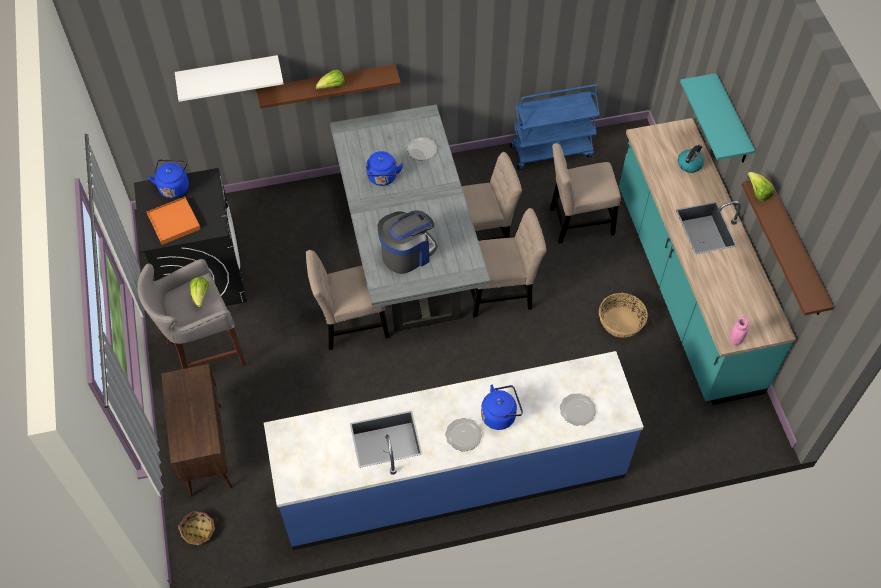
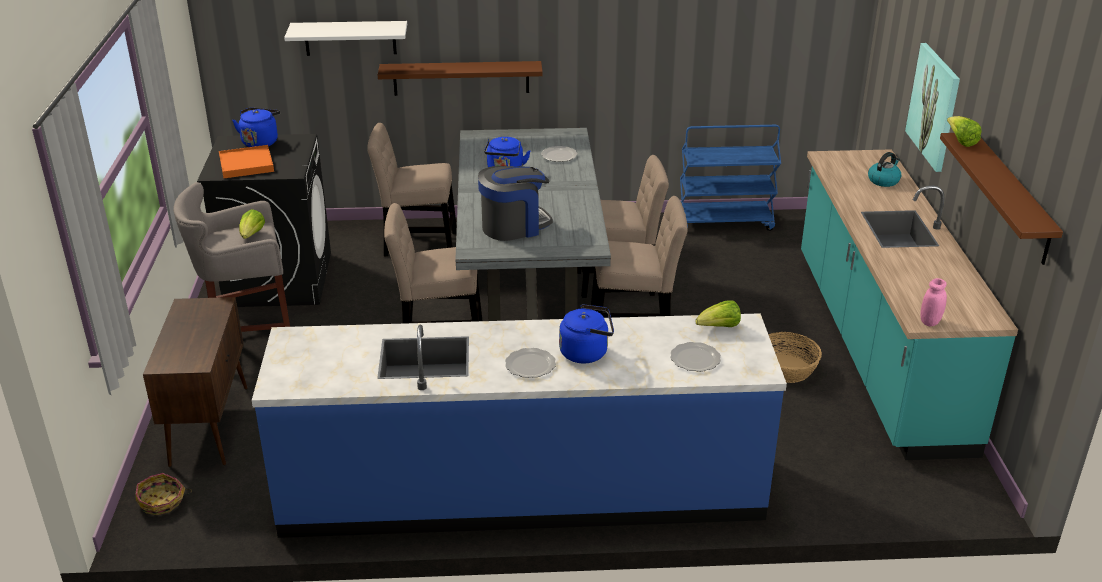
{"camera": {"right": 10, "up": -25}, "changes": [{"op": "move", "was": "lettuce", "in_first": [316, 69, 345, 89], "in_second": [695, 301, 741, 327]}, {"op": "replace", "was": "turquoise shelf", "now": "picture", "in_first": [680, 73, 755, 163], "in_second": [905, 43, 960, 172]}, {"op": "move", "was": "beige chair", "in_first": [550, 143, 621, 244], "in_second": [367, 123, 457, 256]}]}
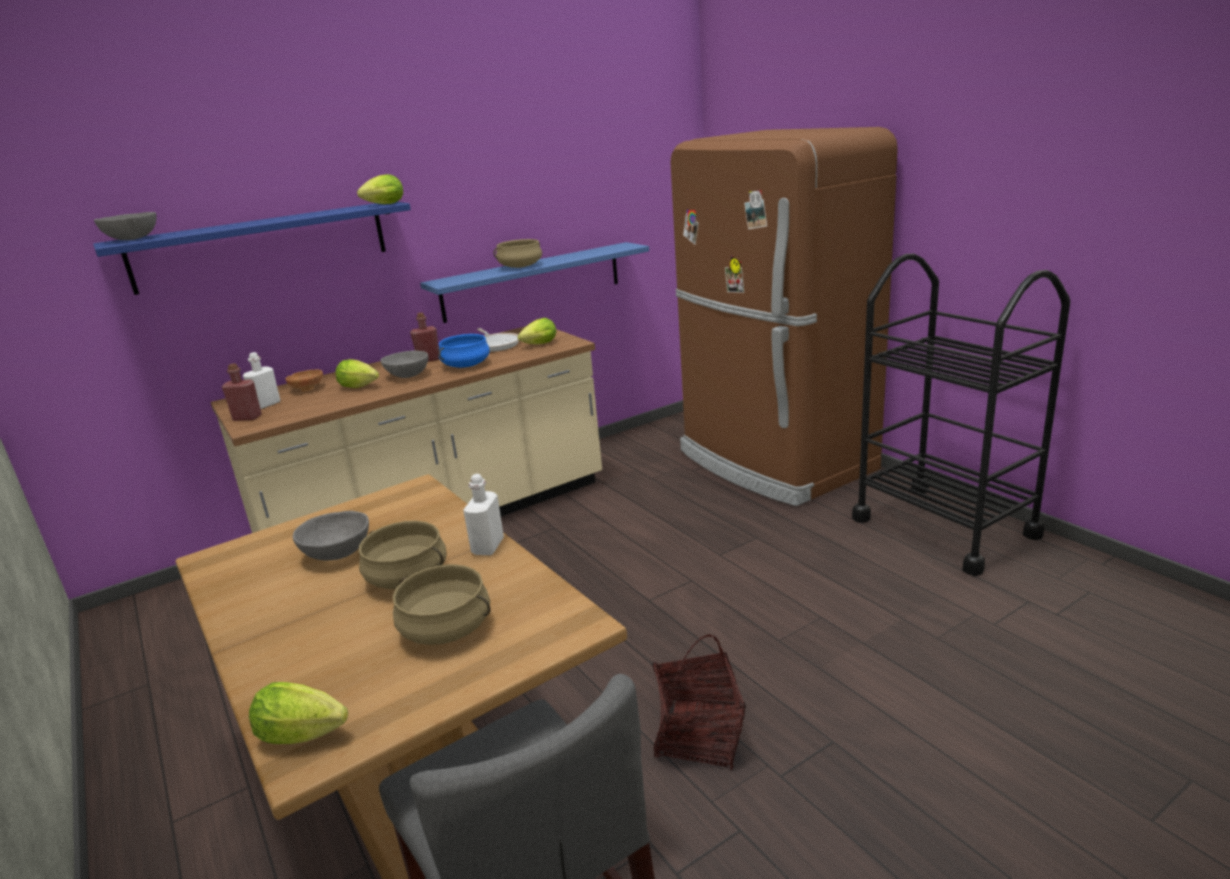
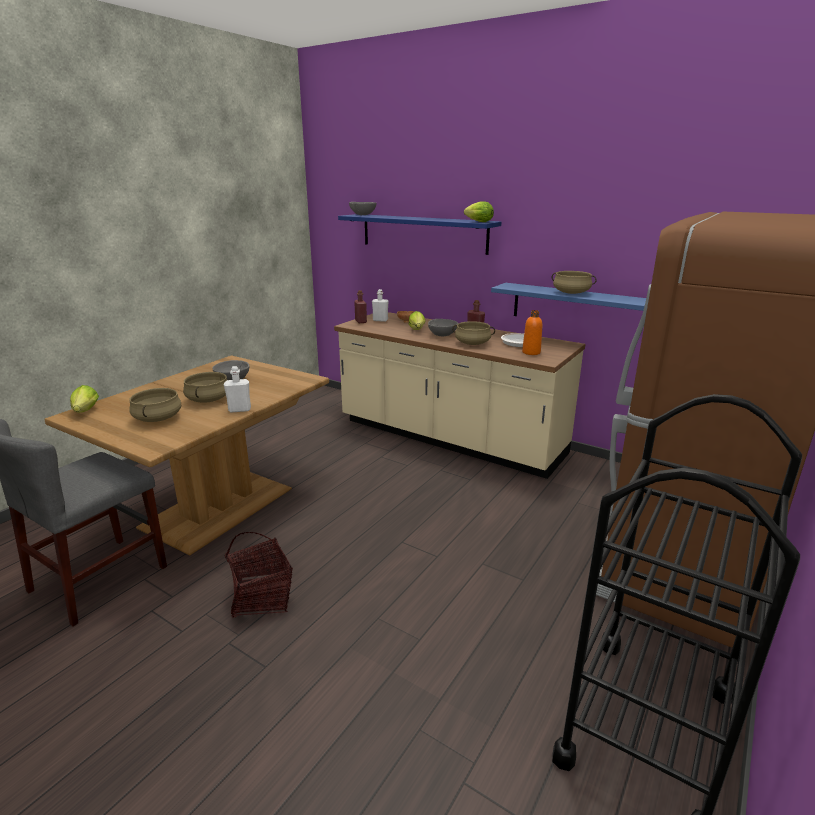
{"camera": {"right": 65, "up": 0}, "changes": [{"op": "replace", "was": "lettuce", "now": "orange bottle", "in_first": [518, 318, 556, 344], "in_second": [522, 310, 542, 355]}, {"op": "recolor", "was": "blue cooking pot", "now": "beige cooking pot", "in_first": [439, 334, 490, 368], "in_second": [452, 321, 495, 345]}]}
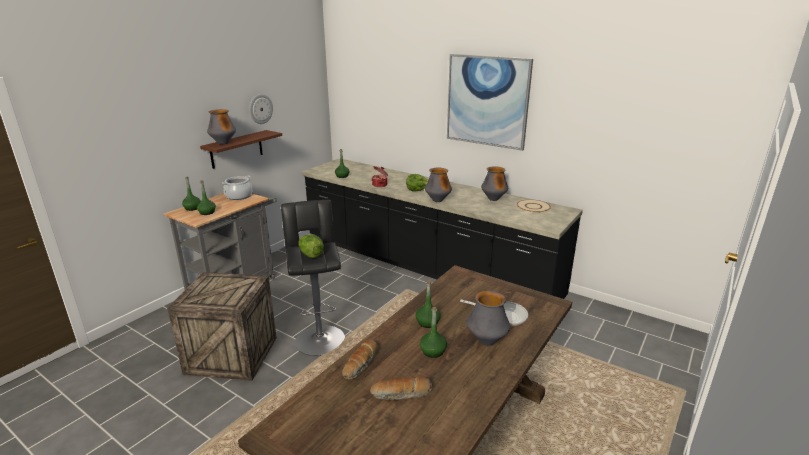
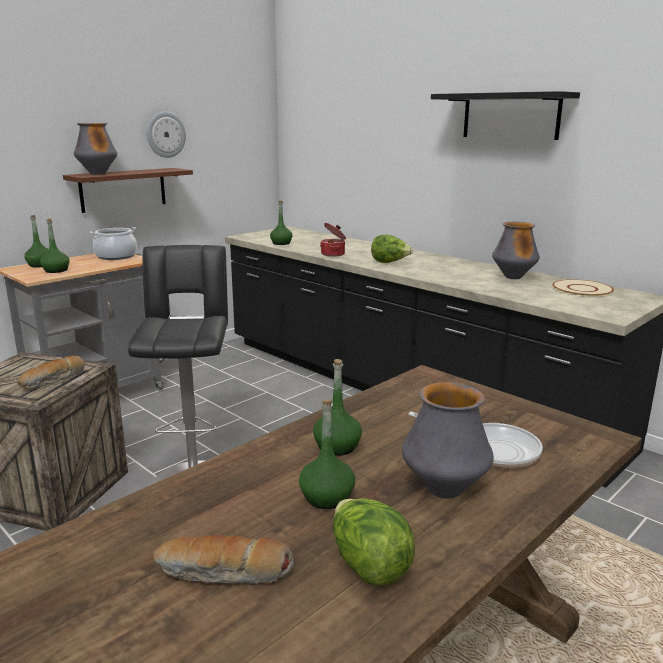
{"camera": {"right": 10, "up": -5}, "changes": [{"op": "replace", "was": "picture", "now": "black shelf", "in_first": [447, 54, 533, 151], "in_second": [431, 91, 580, 140]}, {"op": "delete", "was": "vase", "in_first": [425, 168, 452, 202]}, {"op": "move", "was": "lettuce", "in_first": [298, 234, 324, 258], "in_second": [333, 499, 415, 586]}, {"op": "move", "was": "bread", "in_first": [342, 339, 378, 379], "in_second": [18, 356, 85, 390]}]}
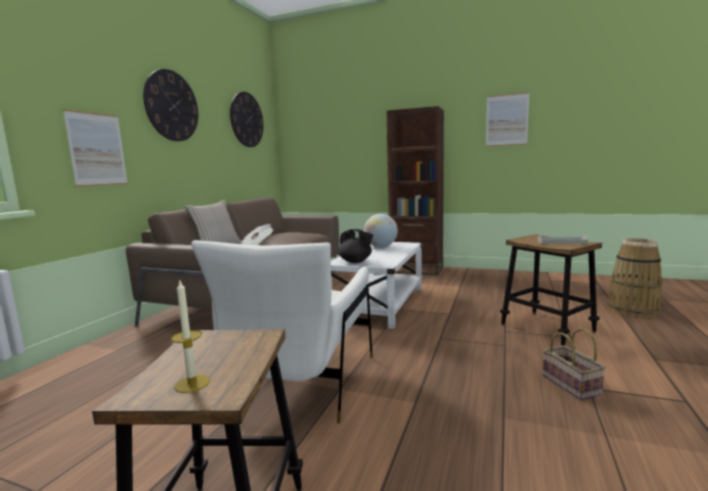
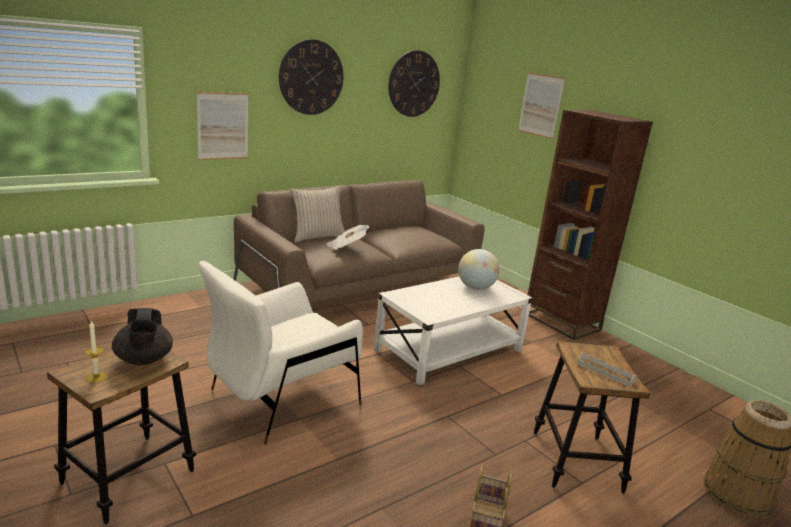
{"camera": {"right": 30, "up": 10}, "changes": [{"op": "move", "was": "picture", "in_first": [486, 92, 530, 147], "in_second": [518, 73, 565, 139]}, {"op": "move", "was": "black teapot", "in_first": [338, 229, 373, 263], "in_second": [112, 308, 173, 365]}]}
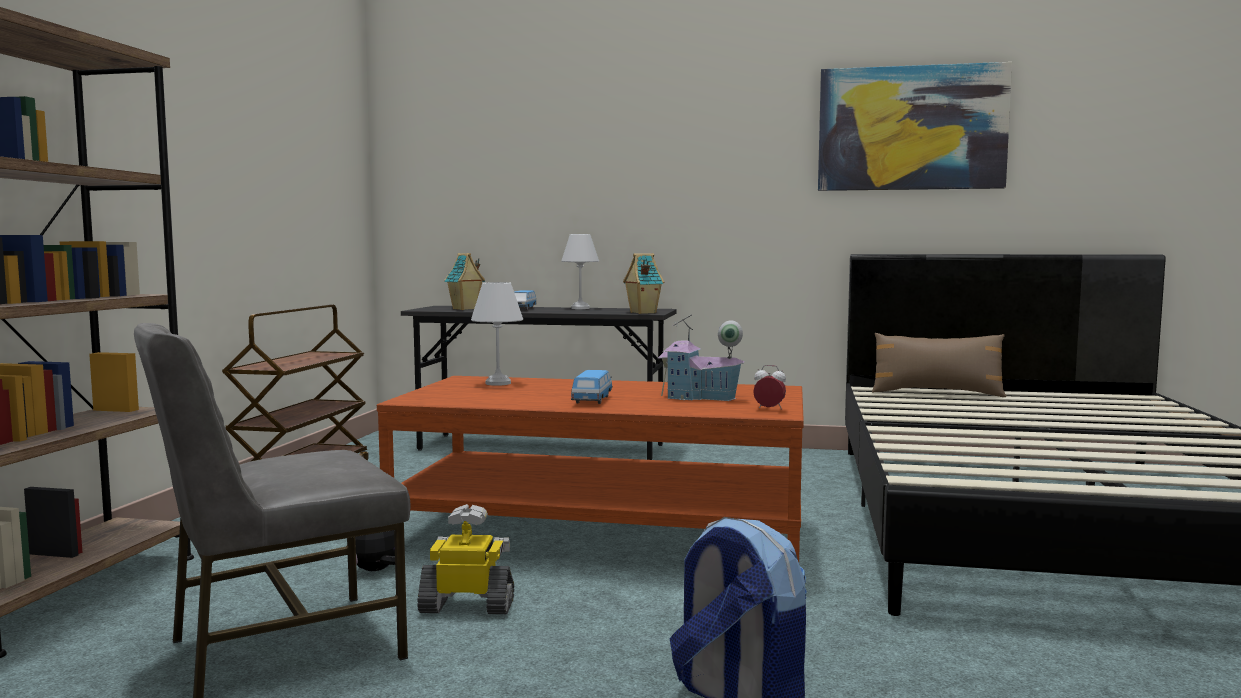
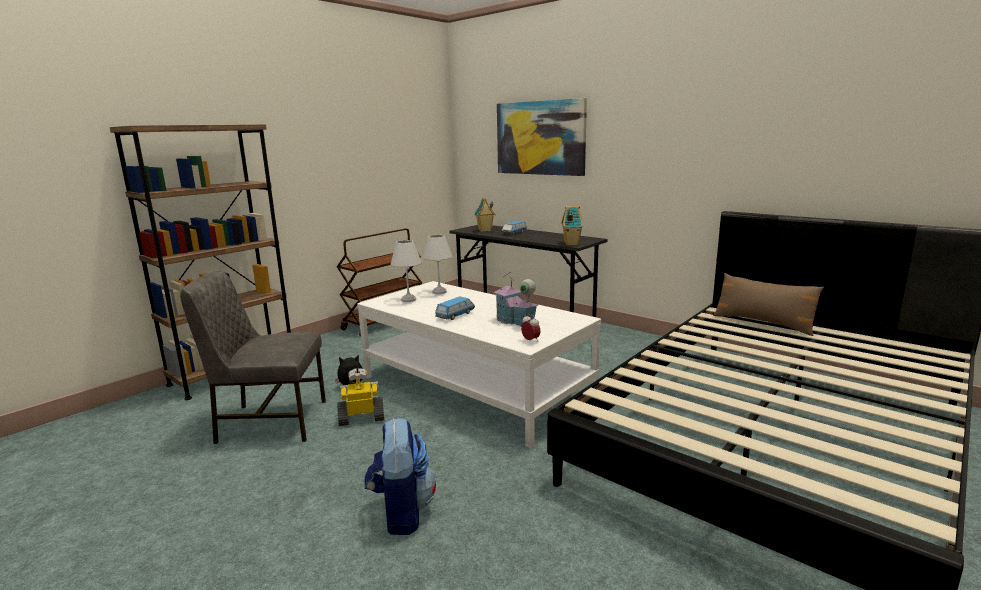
{"camera": {"right": 30, "up": 10}, "changes": [{"op": "move", "was": "picture", "in_first": [818, 62, 1012, 191], "in_second": [497, 98, 587, 176]}, {"op": "move", "was": "white table lamp", "in_first": [561, 234, 599, 309], "in_second": [391, 240, 422, 302]}, {"op": "recolor", "was": "brown coffee table", "now": "white coffee table", "in_first": [377, 376, 804, 562], "in_second": [357, 281, 601, 449]}, {"op": "rotate", "was": "toy robot", "in_first": [417, 504, 514, 614], "in_second": [337, 368, 384, 426], "clockwise": -45}]}
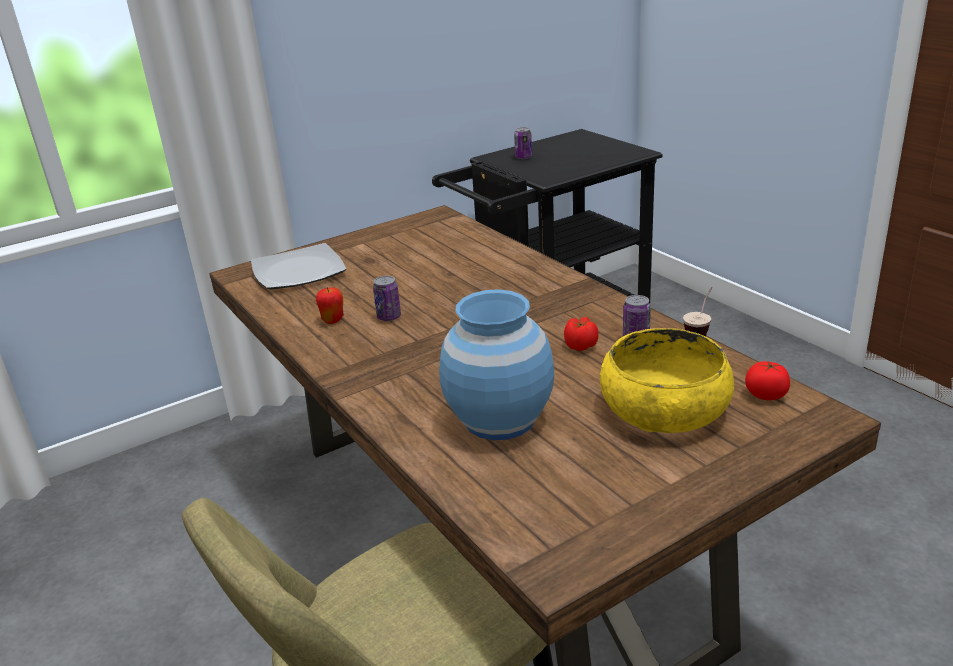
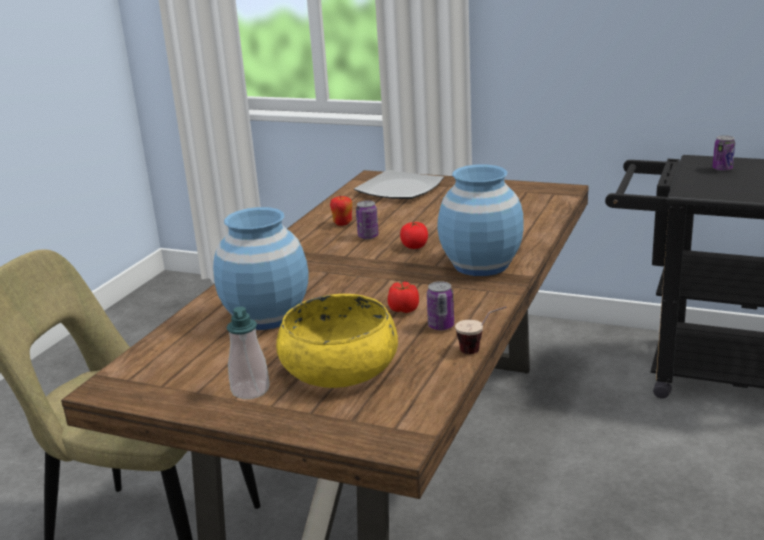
{"camera": {"right": 55, "up": -5}, "changes": [{"op": "move", "was": "tomato", "in_first": [745, 361, 790, 400], "in_second": [400, 222, 428, 249]}, {"op": "insert", "now": "blue vase", "in_second": [438, 164, 524, 276]}, {"op": "insert", "now": "soap dispenser", "in_second": [227, 307, 270, 399]}]}
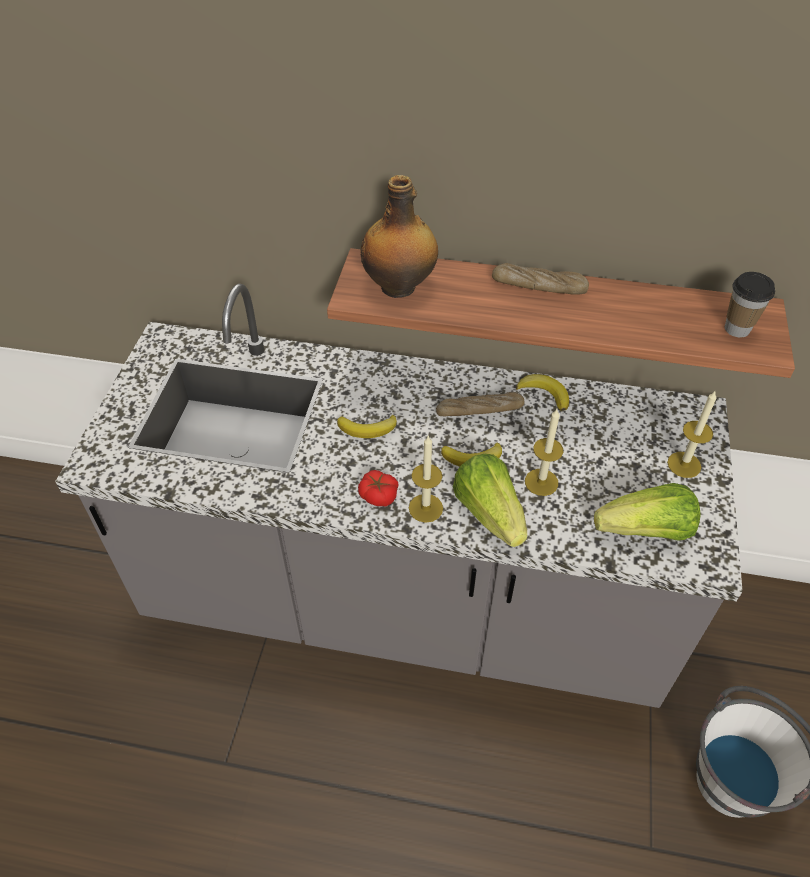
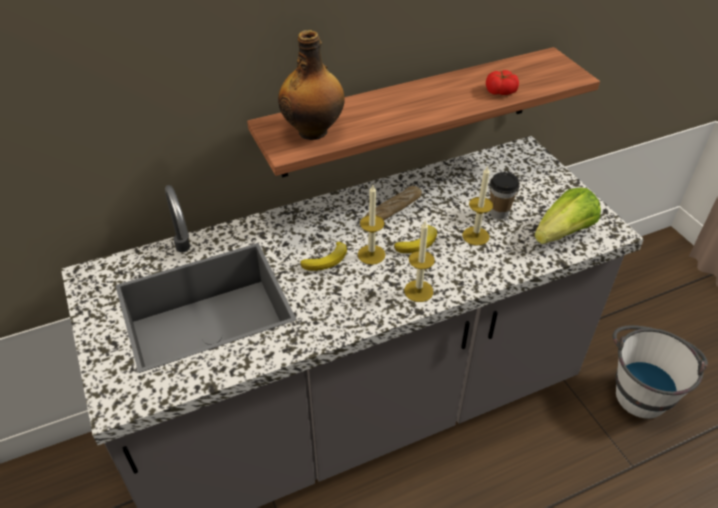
{"camera": {"right": -35, "up": -5}, "changes": [{"op": "delete", "was": "bread", "in_first": [492, 263, 589, 295]}, {"op": "move", "was": "cup", "in_first": [725, 272, 775, 337], "in_second": [490, 172, 519, 219]}, {"op": "delete", "was": "banana", "in_first": [516, 374, 569, 411]}, {"op": "move", "was": "candle", "in_first": [667, 390, 717, 478], "in_second": [358, 185, 386, 265]}, {"op": "delete", "was": "lettuce", "in_first": [453, 454, 527, 547]}, {"op": "move", "was": "tomato", "in_first": [358, 470, 399, 506], "in_second": [486, 70, 519, 95]}]}
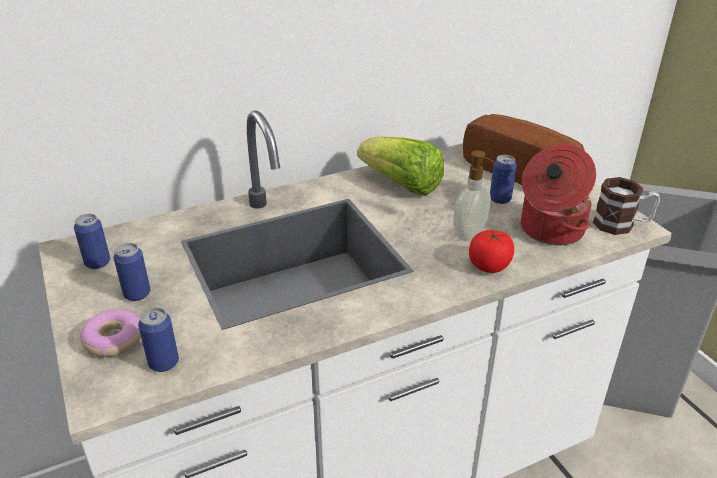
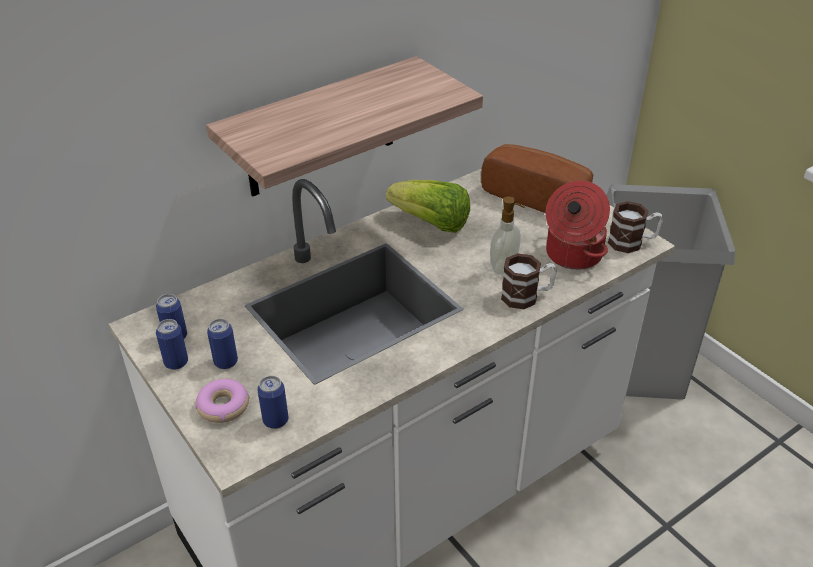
{"camera": {"right": -10, "up": 5}, "changes": [{"op": "move", "was": "can", "in_first": [490, 155, 517, 204], "in_second": [156, 319, 188, 370]}, {"op": "replace", "was": "tomato", "now": "mug", "in_first": [469, 230, 514, 273], "in_second": [501, 253, 557, 309]}, {"op": "insert", "now": "shelf", "in_second": [206, 56, 483, 196]}]}
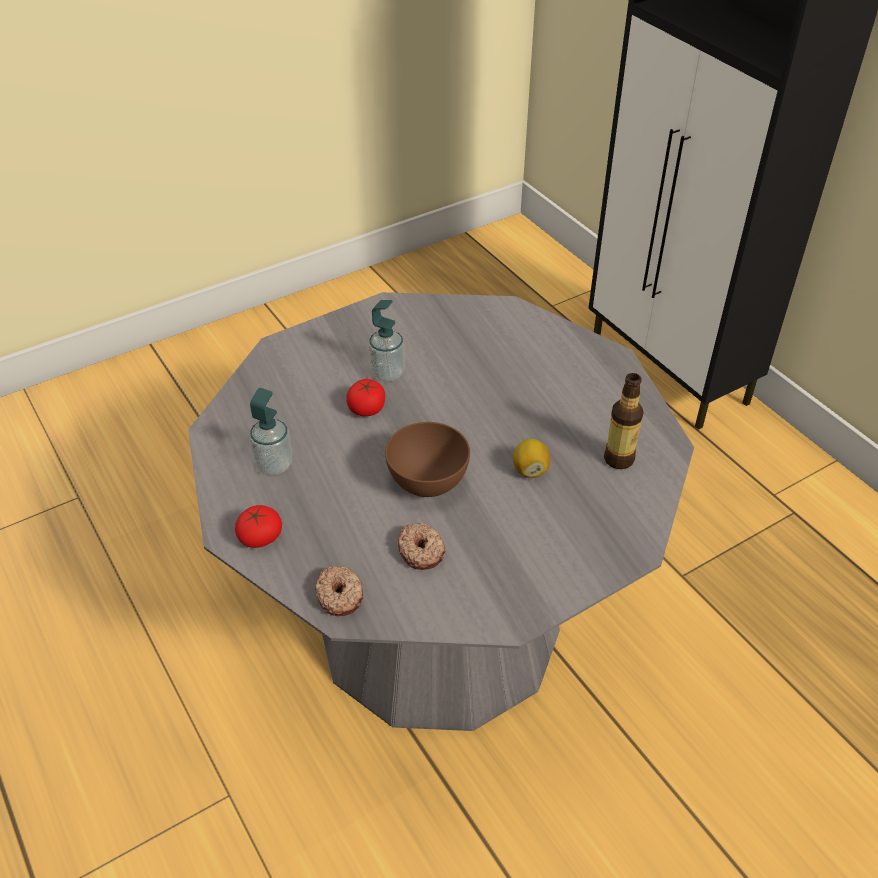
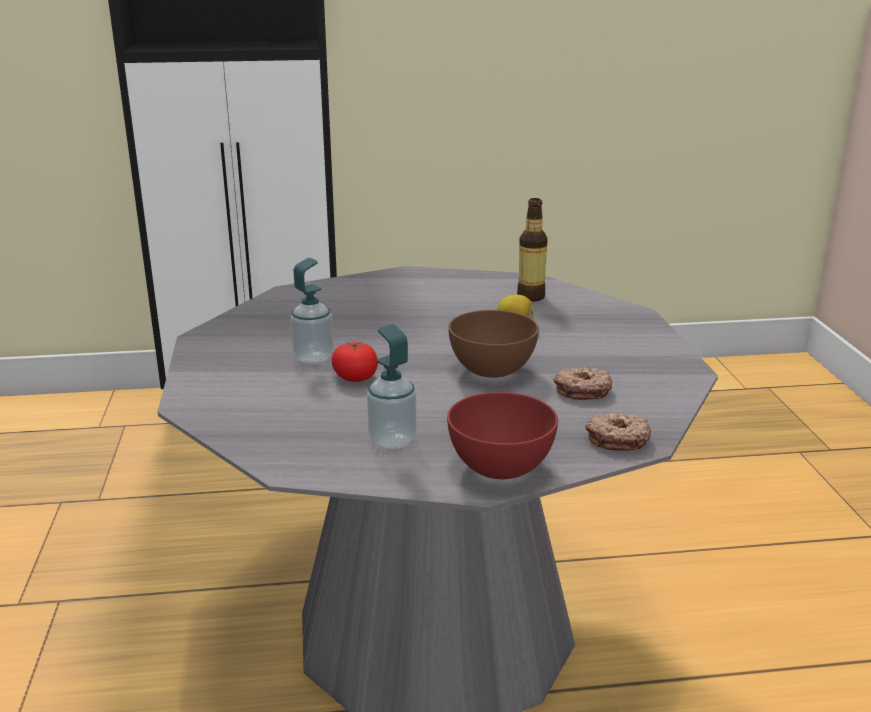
{"camera": {"right": -65, "up": -20}, "changes": [{"op": "replace", "was": "tomato", "now": "red bowl", "in_first": [235, 505, 282, 548], "in_second": [447, 392, 558, 479]}]}
